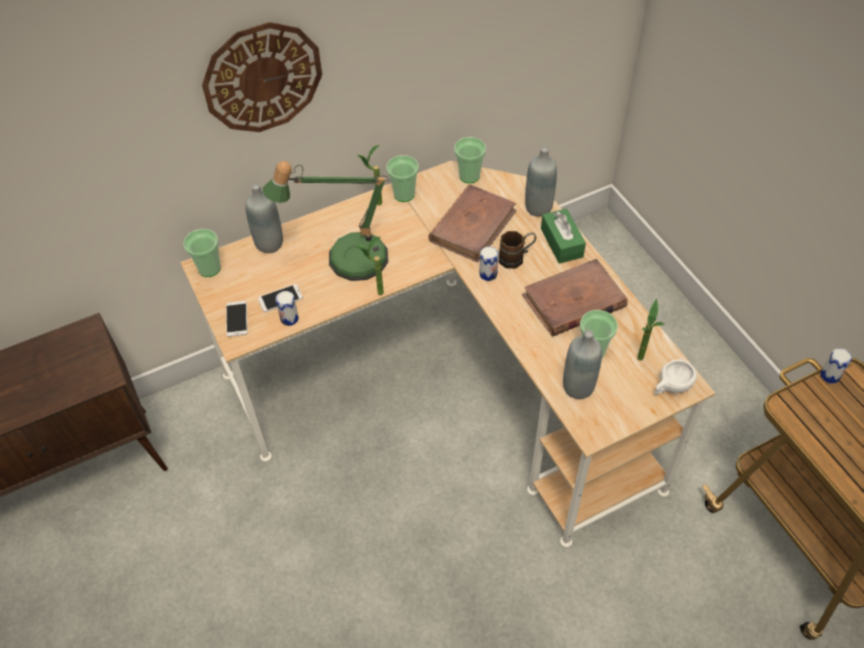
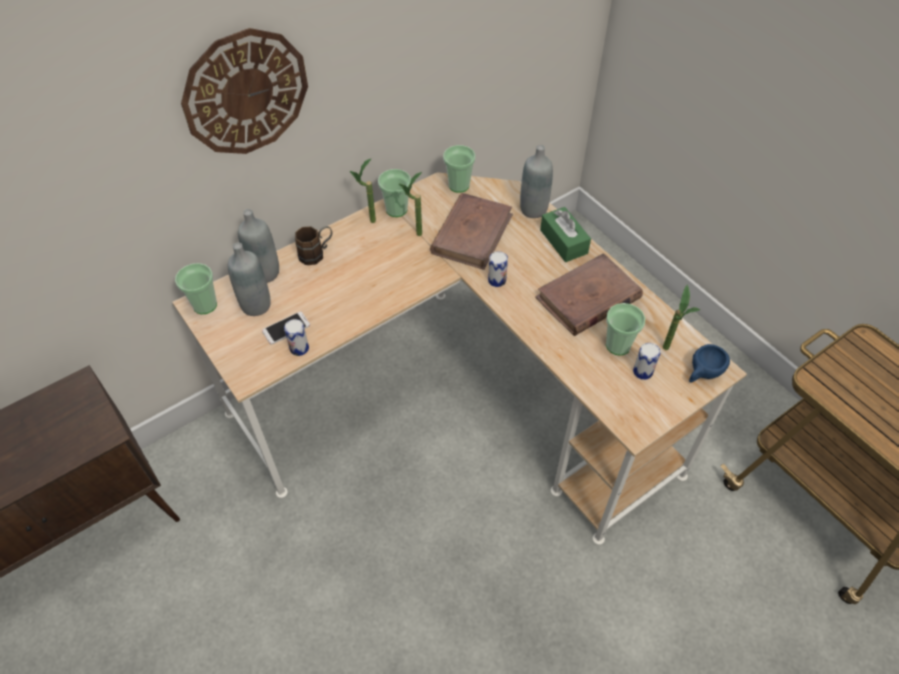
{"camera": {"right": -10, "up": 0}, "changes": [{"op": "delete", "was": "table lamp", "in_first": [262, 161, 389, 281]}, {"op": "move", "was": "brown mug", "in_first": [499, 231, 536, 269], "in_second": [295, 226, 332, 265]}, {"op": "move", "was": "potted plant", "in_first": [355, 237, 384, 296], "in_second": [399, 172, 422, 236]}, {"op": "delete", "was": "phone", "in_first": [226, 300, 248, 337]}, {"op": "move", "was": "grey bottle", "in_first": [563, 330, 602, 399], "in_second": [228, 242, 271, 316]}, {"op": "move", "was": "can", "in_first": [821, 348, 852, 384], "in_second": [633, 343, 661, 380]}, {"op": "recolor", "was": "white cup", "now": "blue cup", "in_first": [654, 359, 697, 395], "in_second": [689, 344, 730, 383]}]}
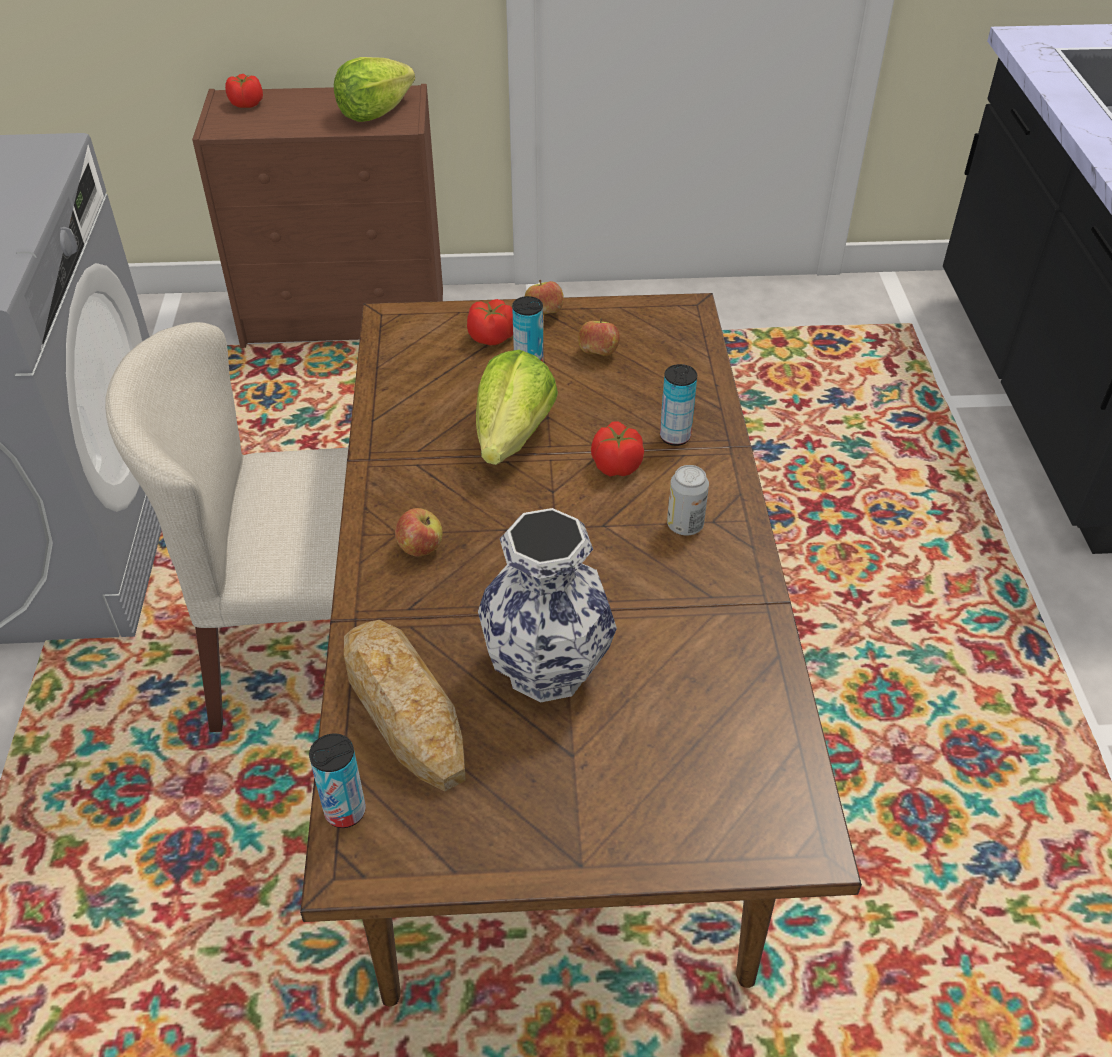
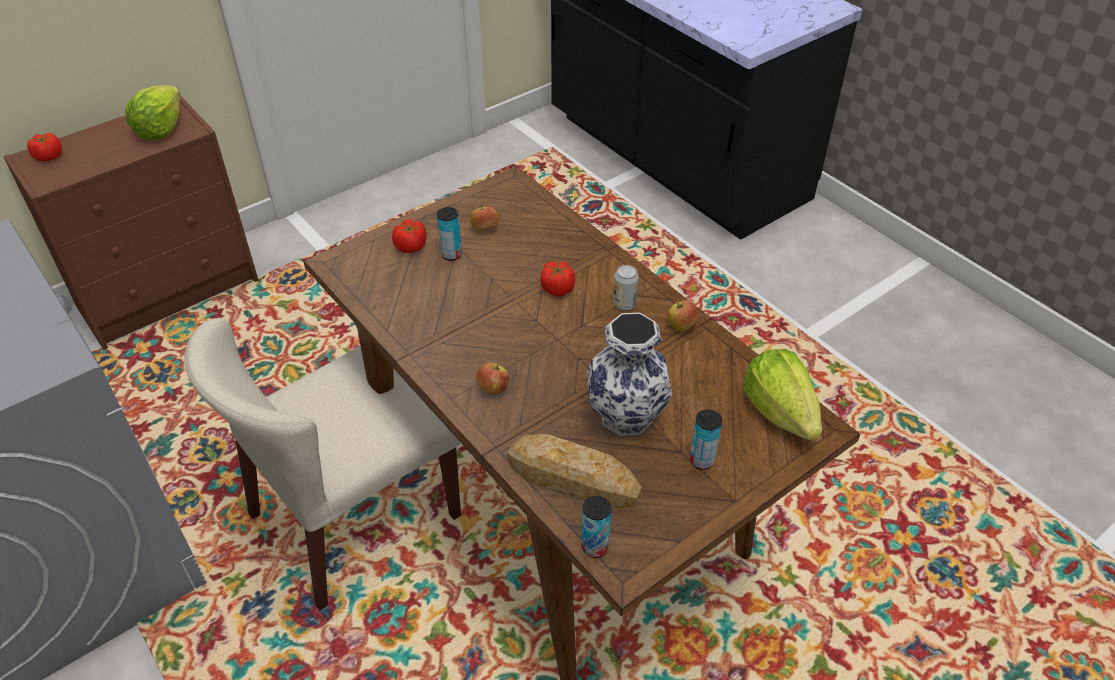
{"camera": {"right": -35, "up": 0}, "changes": [{"op": "move", "was": "apple", "in_first": [525, 280, 564, 315], "in_second": [668, 300, 699, 331]}, {"op": "move", "was": "lettuce", "in_first": [476, 350, 558, 465], "in_second": [742, 349, 822, 440]}, {"op": "move", "was": "can", "in_first": [660, 364, 697, 446], "in_second": [690, 410, 722, 470]}]}
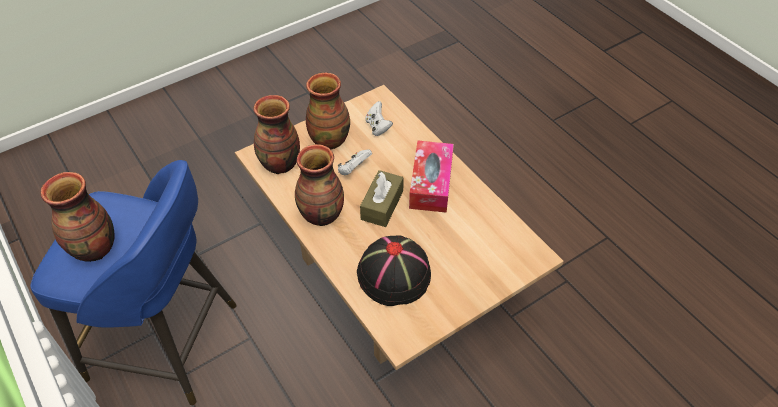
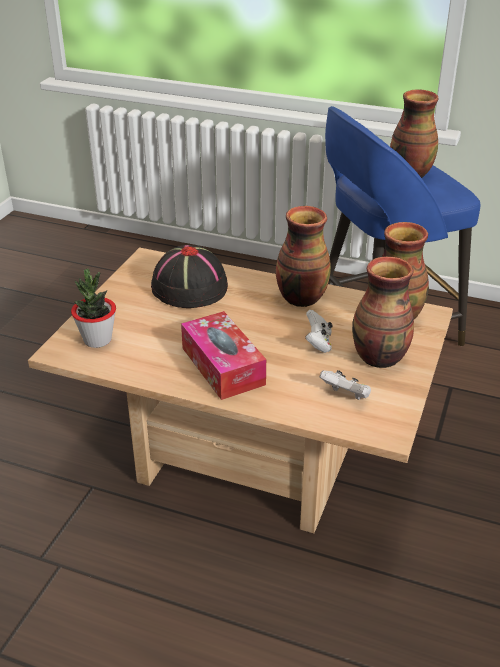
{"camera": {"right": 145, "up": -15}, "changes": [{"op": "delete", "was": "brown tissue box", "in_first": [360, 170, 404, 227]}, {"op": "insert", "now": "potted plant", "in_second": [71, 268, 116, 348]}]}
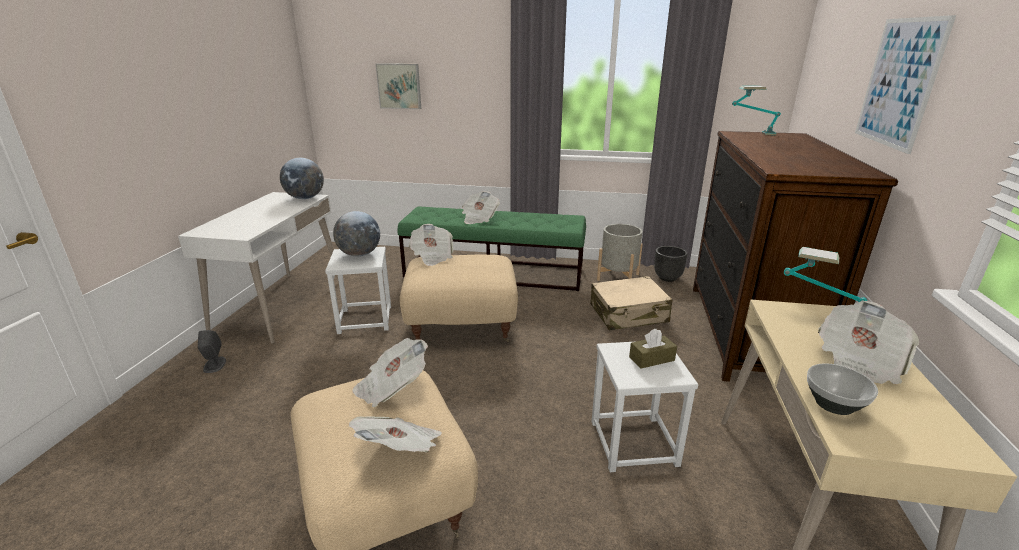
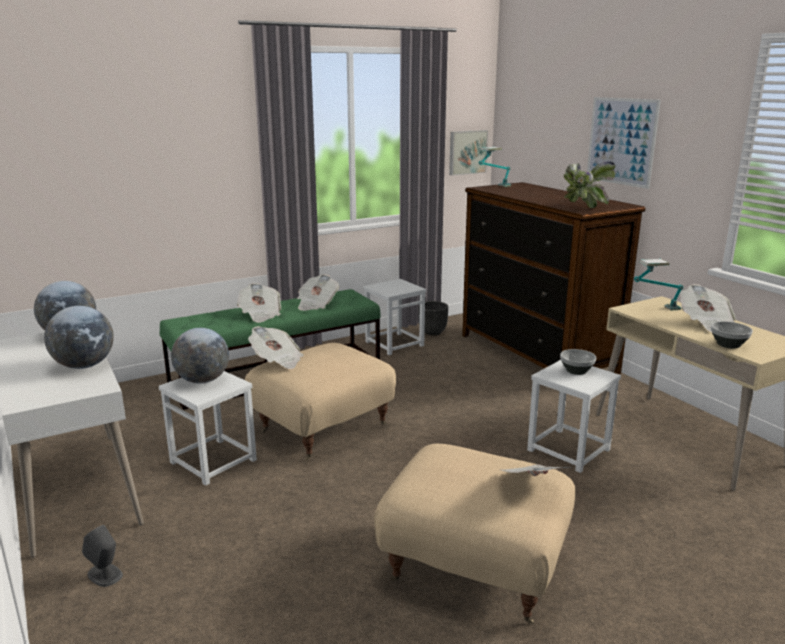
{"camera": {"right": -40, "up": -5}, "changes": [{"op": "move", "was": "picture", "in_first": [375, 63, 421, 109], "in_second": [449, 130, 488, 176]}, {"op": "replace", "was": "grey planter", "now": "white stool", "in_first": [597, 224, 643, 281], "in_second": [364, 279, 426, 355]}, {"op": "delete", "was": "beige suitcase", "in_first": [590, 276, 672, 330]}, {"op": "replace", "was": "brown tissue box", "now": "bowl", "in_first": [629, 329, 677, 369], "in_second": [560, 349, 596, 375]}, {"op": "move", "was": "newspaper", "in_first": [352, 338, 428, 408], "in_second": [297, 274, 339, 311]}, {"op": "insert", "now": "potted plant", "in_second": [564, 161, 616, 208]}, {"op": "insert", "now": "globe", "in_second": [44, 306, 114, 369]}]}
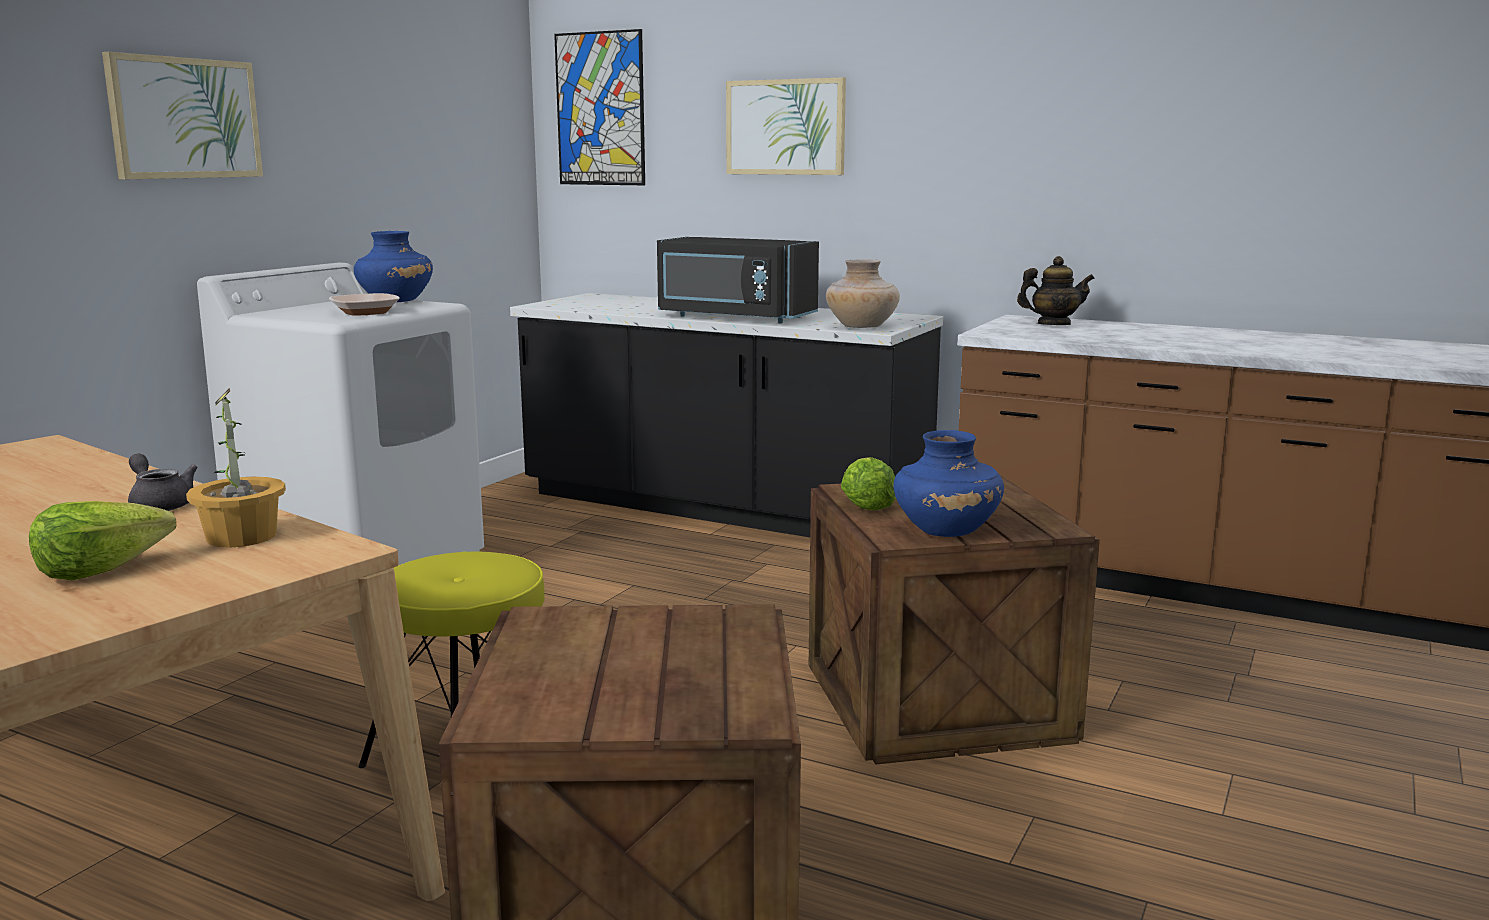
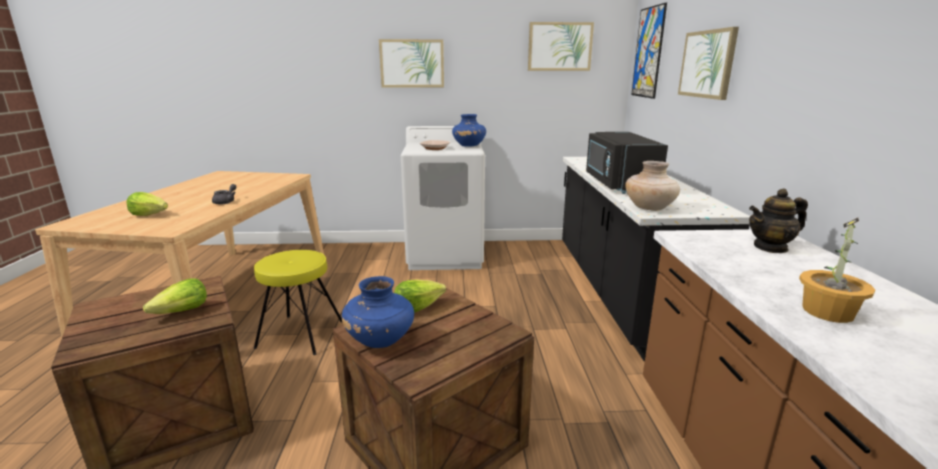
{"camera": {"right": 60, "up": 5}, "changes": [{"op": "rotate", "was": "teapot", "in_first": [1017, 256, 1095, 325], "in_second": [749, 189, 808, 253], "clockwise": 105}, {"op": "move", "was": "potted plant", "in_first": [186, 388, 286, 548], "in_second": [799, 218, 875, 323]}, {"op": "insert", "now": "picture", "in_second": [528, 22, 594, 71]}, {"op": "insert", "now": "lettuce", "in_second": [143, 278, 207, 314]}]}
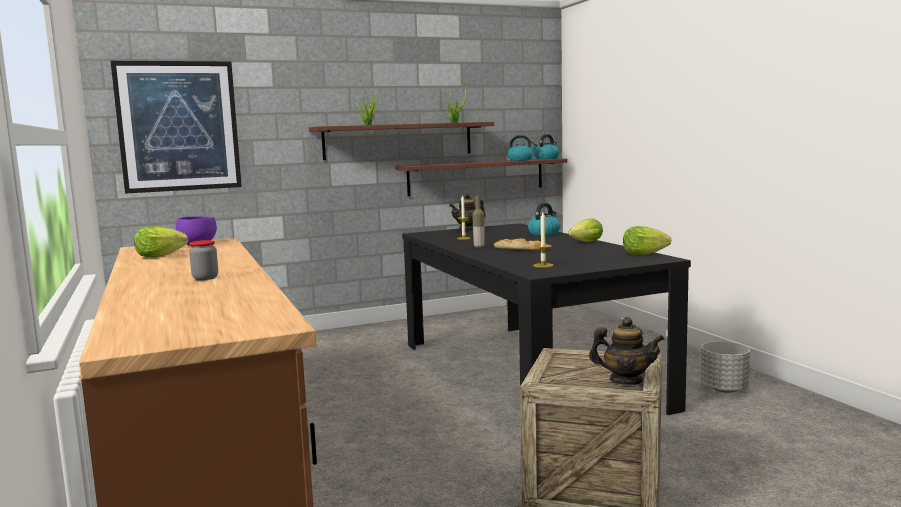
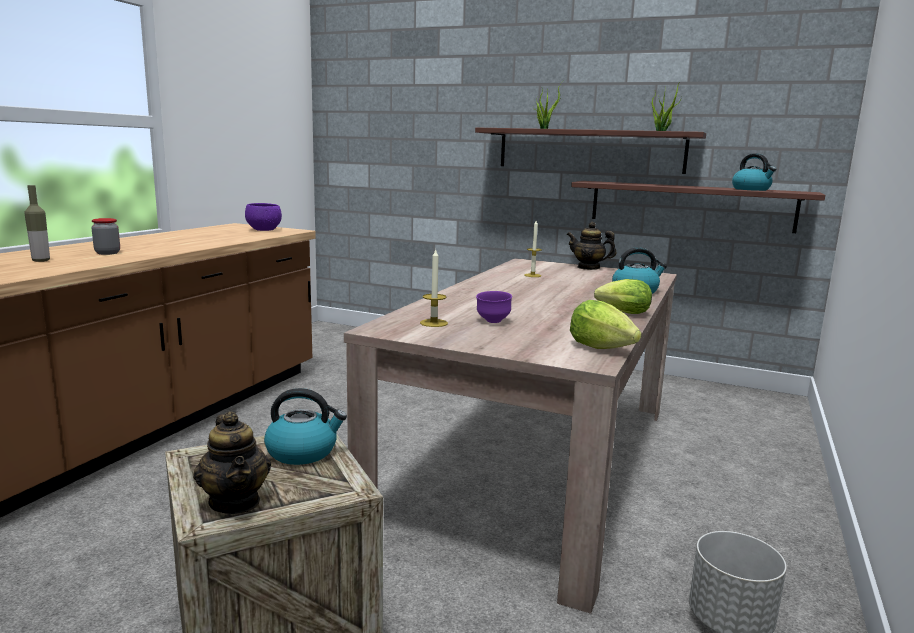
{"camera": {"right": 45, "up": 5}, "changes": [{"op": "delete", "was": "picture", "in_first": [111, 61, 242, 194]}, {"op": "move", "was": "kettle", "in_first": [534, 134, 560, 159], "in_second": [264, 388, 347, 465]}, {"op": "move", "was": "bottle", "in_first": [472, 195, 485, 248], "in_second": [24, 185, 50, 262]}, {"op": "recolor", "was": "black dining table", "now": "beige dining table", "in_first": [402, 223, 691, 415], "in_second": [344, 258, 677, 614]}, {"op": "delete", "was": "lettuce", "in_first": [134, 226, 188, 258]}, {"op": "delete", "was": "bread", "in_first": [494, 238, 548, 251]}, {"op": "insert", "now": "purple bowl", "in_second": [476, 291, 512, 323]}]}
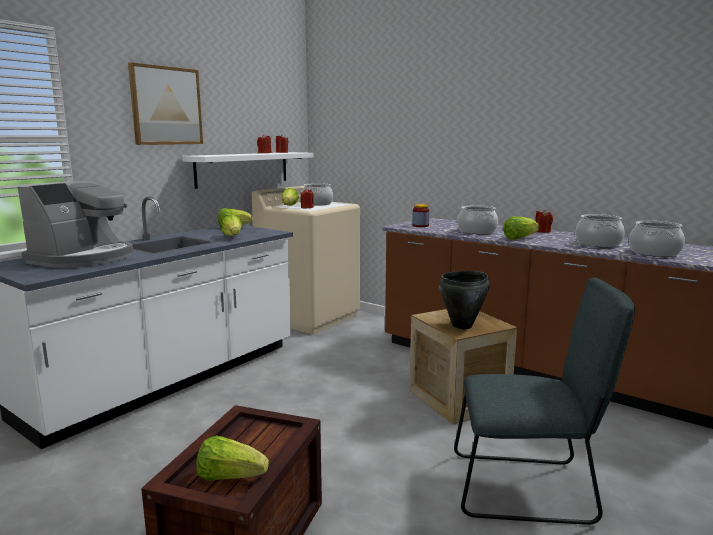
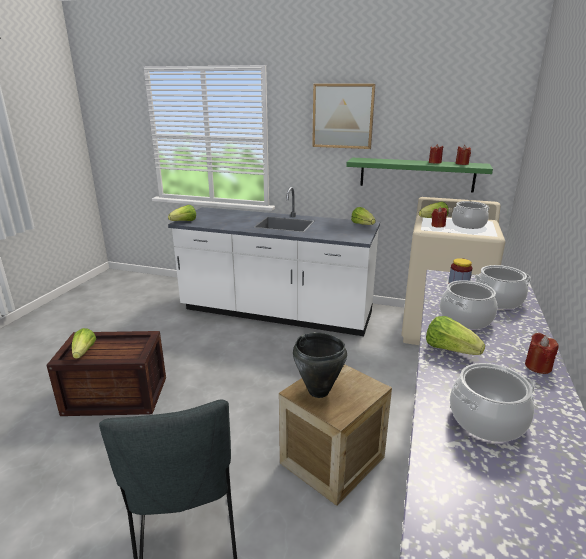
{"camera": {"right": 70, "up": 10}, "changes": [{"op": "recolor", "was": "white shelf", "now": "green shelf", "in_first": [182, 152, 313, 189], "in_second": [346, 158, 493, 193]}, {"op": "delete", "was": "coffee machine", "in_first": [18, 181, 133, 268]}, {"op": "move", "was": "lettuce", "in_first": [221, 214, 242, 236], "in_second": [168, 205, 196, 221]}, {"op": "move", "was": "cooking pot", "in_first": [629, 221, 685, 257], "in_second": [475, 265, 531, 309]}]}
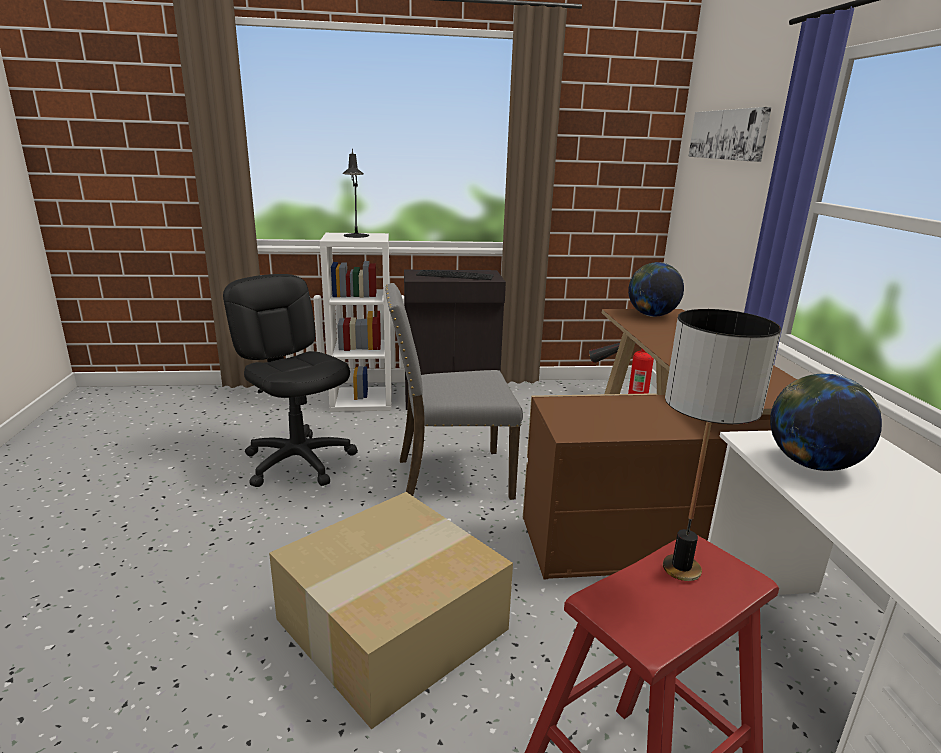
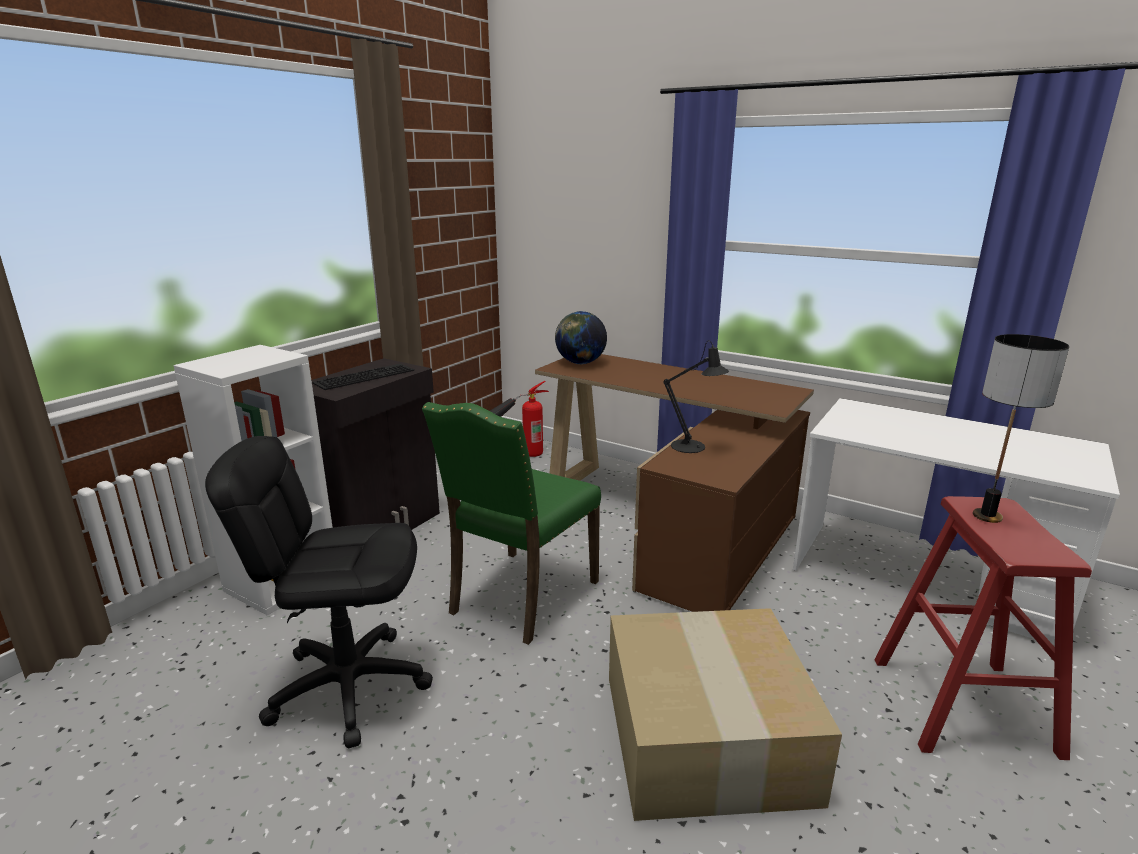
{"camera": {"right": -50, "up": 0}, "changes": [{"op": "delete", "was": "picture", "in_first": [688, 107, 772, 162]}, {"op": "move", "was": "black table lamp", "in_first": [343, 148, 369, 238], "in_second": [663, 341, 729, 453]}, {"op": "recolor", "was": "grey chair", "now": "green chair", "in_first": [385, 283, 523, 500], "in_second": [422, 402, 601, 645]}, {"op": "delete", "was": "globe", "in_first": [770, 374, 882, 471]}]}
